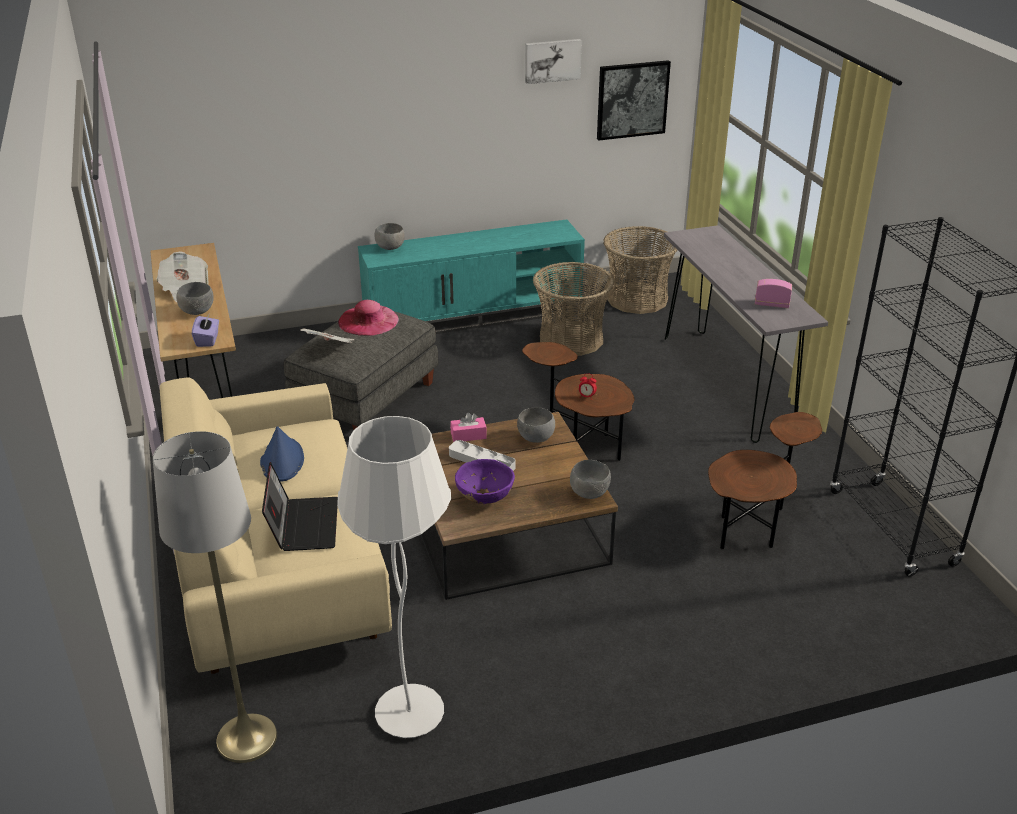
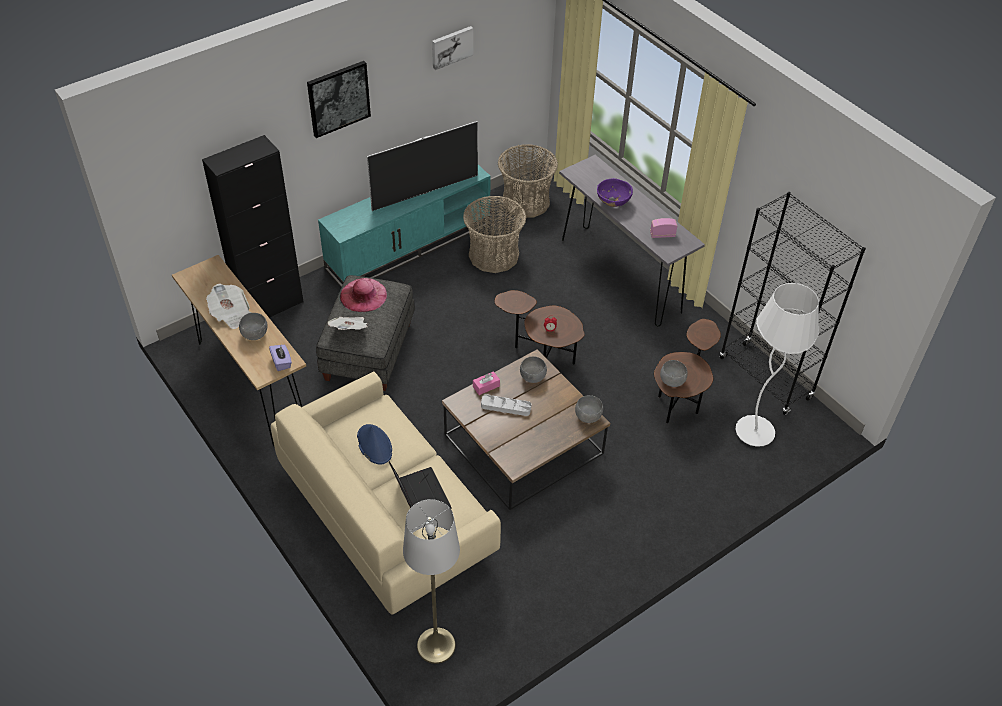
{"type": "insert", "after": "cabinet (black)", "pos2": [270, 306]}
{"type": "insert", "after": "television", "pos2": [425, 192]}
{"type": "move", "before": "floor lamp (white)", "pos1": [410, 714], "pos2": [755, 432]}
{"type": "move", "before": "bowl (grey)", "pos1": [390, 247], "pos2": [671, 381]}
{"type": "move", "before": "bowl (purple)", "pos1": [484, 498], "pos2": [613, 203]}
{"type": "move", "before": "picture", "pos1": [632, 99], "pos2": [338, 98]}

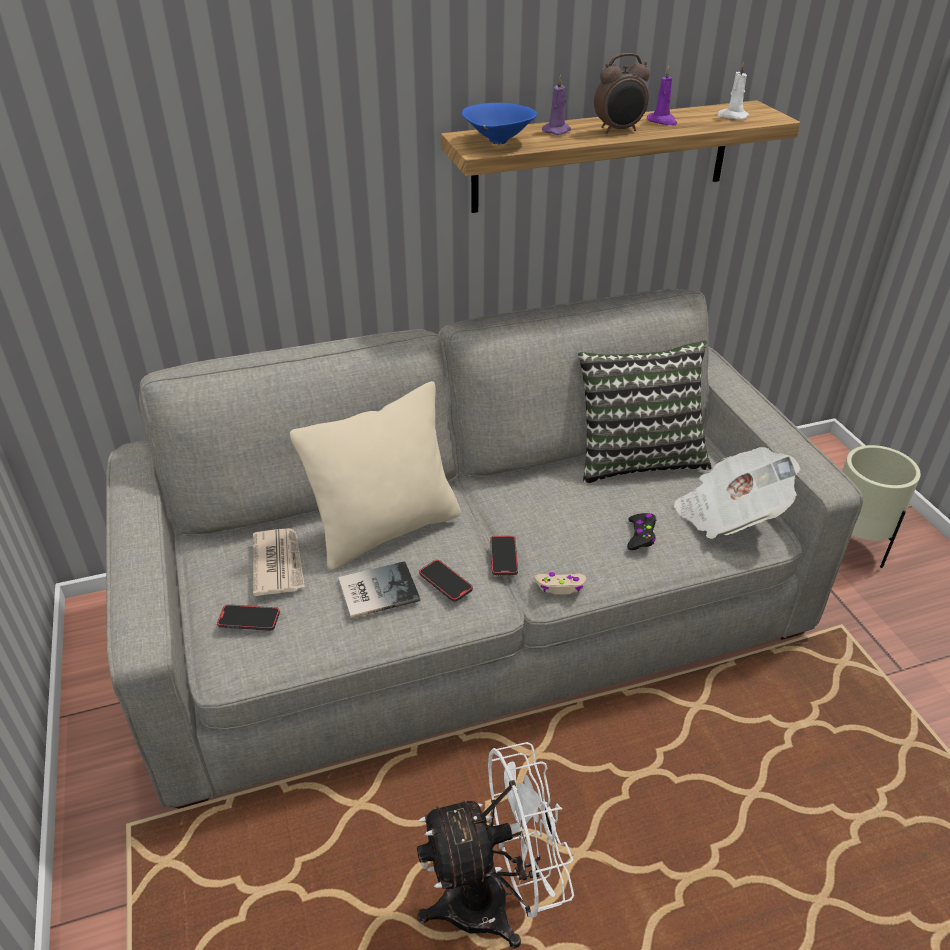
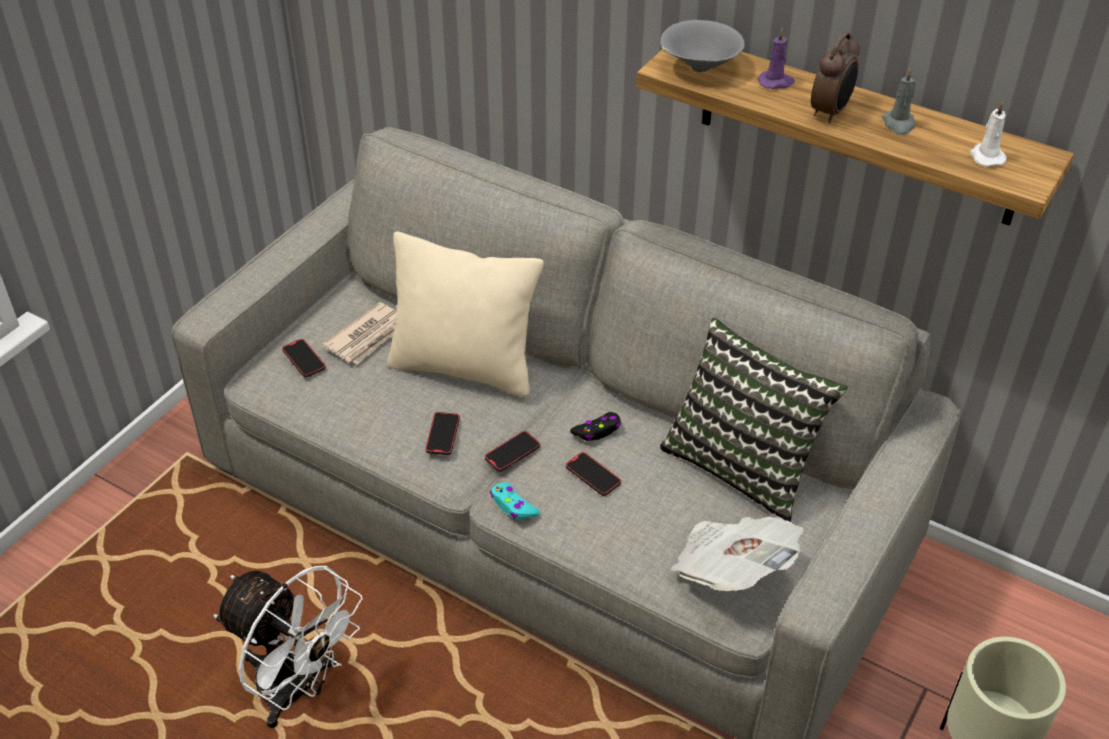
{"type": "delete", "before": "book", "pos1": [376, 589]}
{"type": "insert", "after": "phone", "pos2": [593, 475]}
{"type": "move", "before": "game controller (black)", "pos1": [641, 535], "pos2": [597, 431]}
{"type": "recolor", "before": "bowl (blue)", "after": "bowl (grey)", "pos1": [497, 142], "pos2": [698, 68]}
{"type": "recolor", "before": "game controller (beige)", "after": "game controller (turquoise)", "pos1": [560, 587], "pos2": [513, 506]}
{"type": "recolor", "before": "candle (purple)", "after": "candle (grey)", "pos1": [662, 121], "pos2": [898, 124]}
{"type": "rotate", "before": "alarm clock", "pos1": [619, 130], "pos2": [830, 112], "turn": -90}

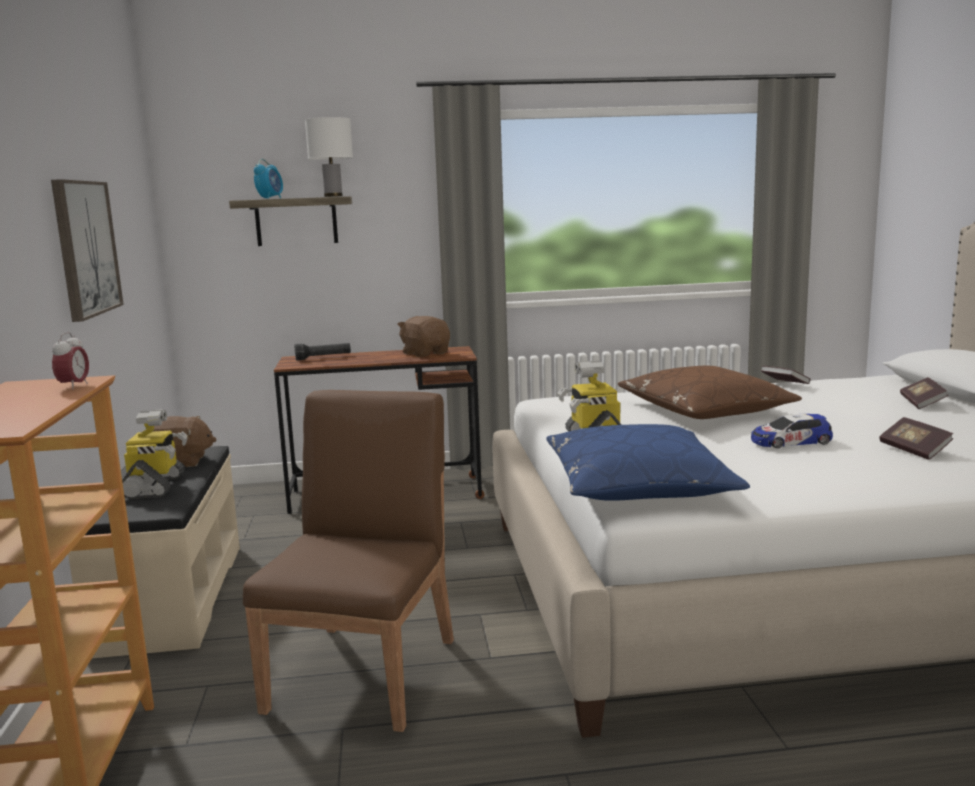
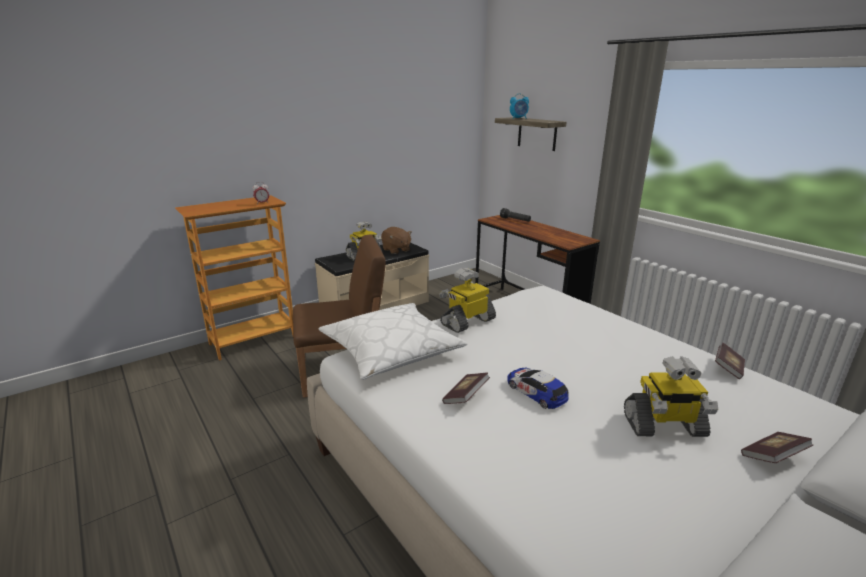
{"type": "delete", "before": "picture", "pos1": [85, 248]}
{"type": "delete", "before": "table lamp (white)", "pos1": [333, 196]}
{"type": "delete", "before": "plush toy (brown)", "pos1": [425, 353]}
{"type": "delete", "before": "pillow (brown)", "pos1": [704, 410]}
{"type": "insert", "after": "toy robot", "pos2": [663, 426]}
{"type": "move", "before": "book", "pos1": [914, 450], "pos2": [465, 397]}
{"type": "recolor", "before": "pillow (blue)", "after": "pillow (white)", "pos1": [638, 485], "pos2": [391, 351]}

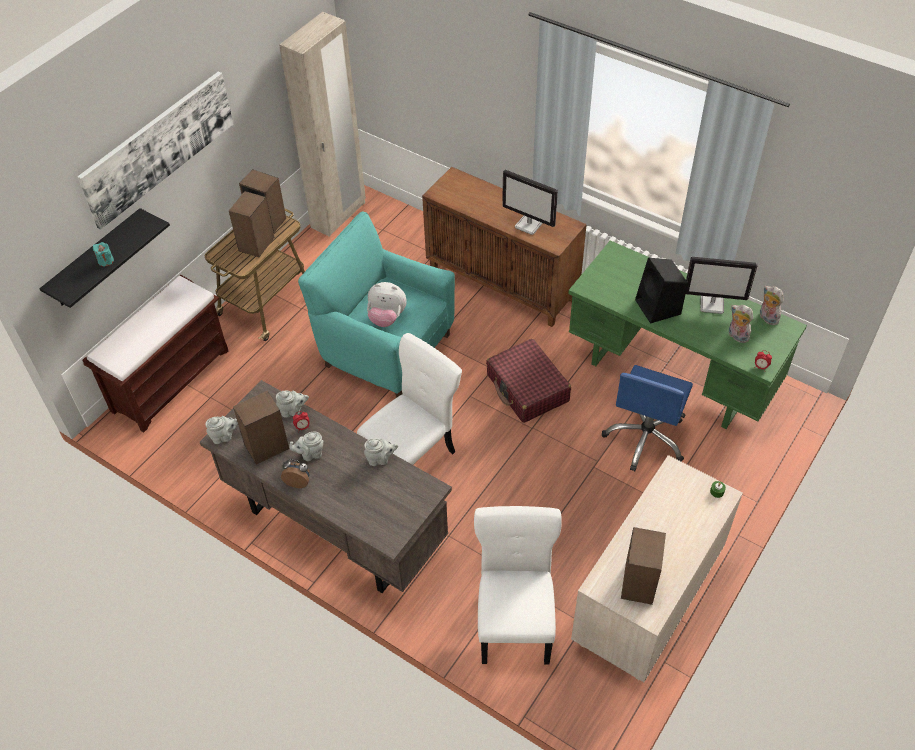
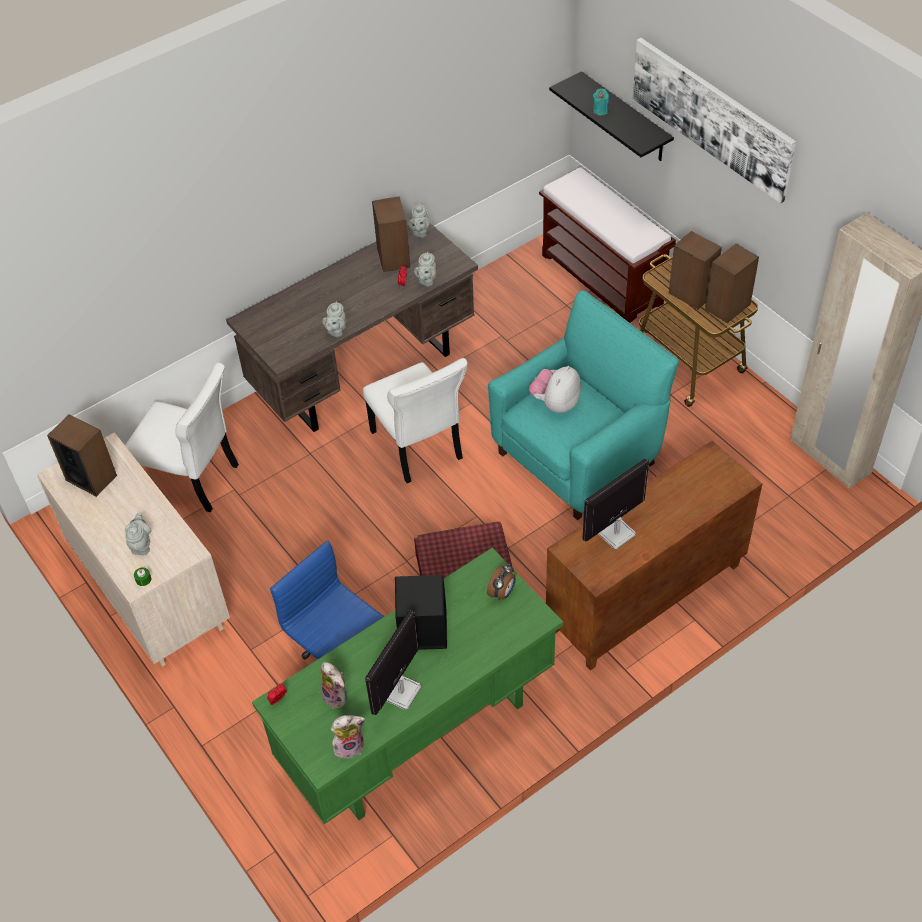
{"type": "move", "before": "alarm clock", "pos1": [298, 481], "pos2": [502, 593]}
{"type": "move", "before": "teapot (grey)", "pos1": [310, 454], "pos2": [141, 545]}
{"type": "rotate", "before": "plush toy", "pos1": [736, 336], "pos2": [337, 696], "turn": 75}

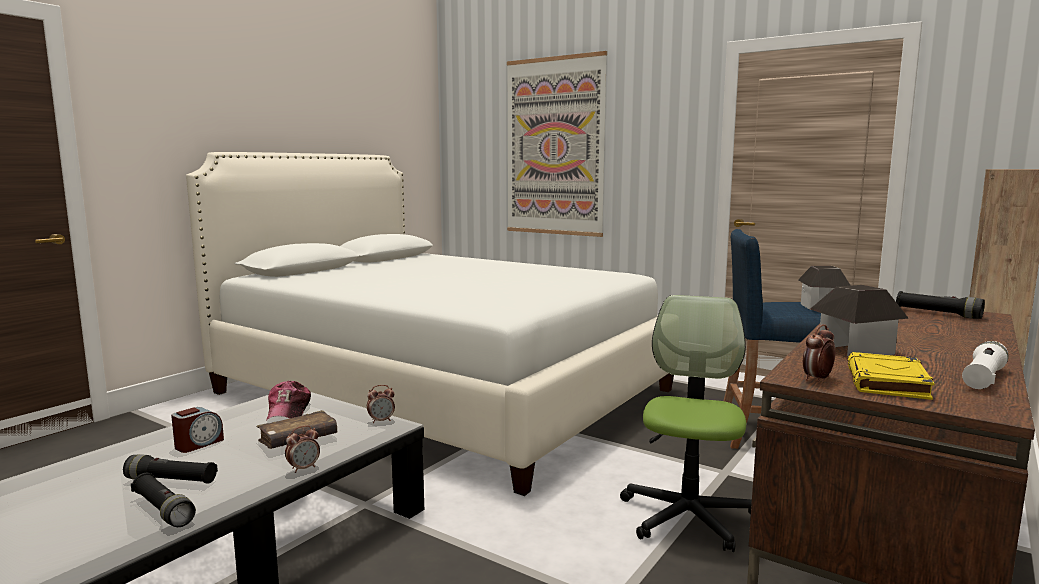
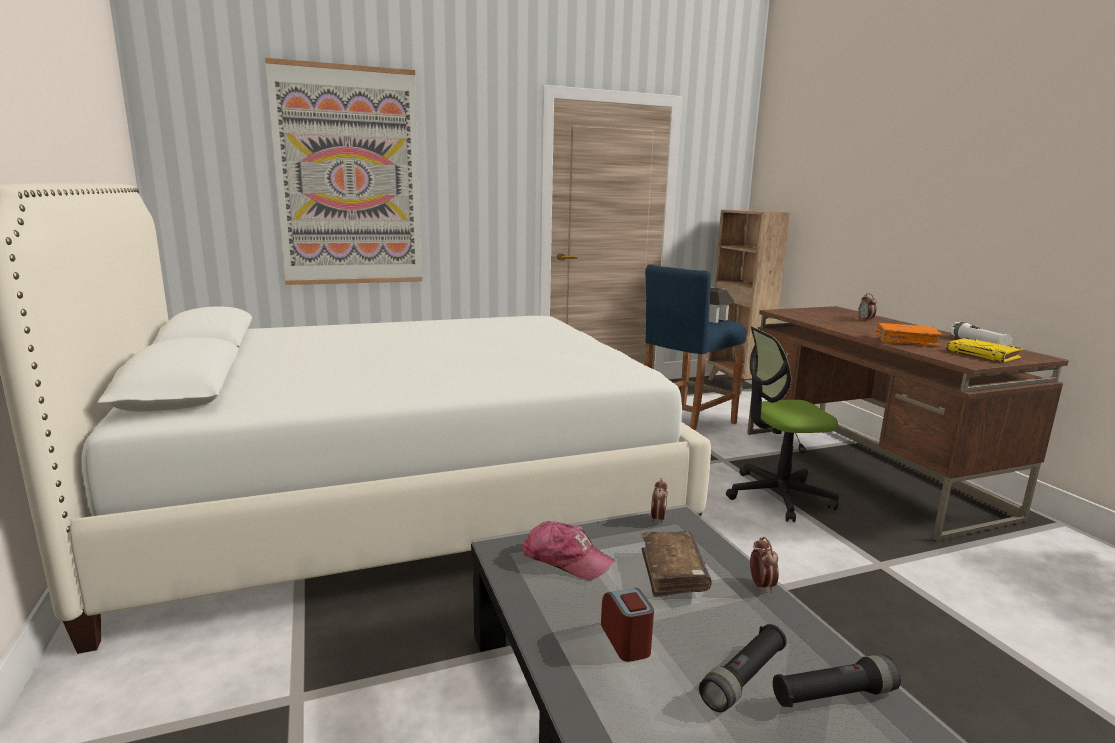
{"type": "delete", "before": "flashlight (black)", "pos1": [937, 313]}
{"type": "move", "before": "alarm clock", "pos1": [817, 379], "pos2": [865, 320]}
{"type": "replace", "before": "toy house", "after": "book (orange)", "pos1": [854, 349], "pos2": [906, 341]}
{"type": "rotate", "before": "office chair", "pos1": [688, 517], "pos2": [778, 496], "turn": -60}

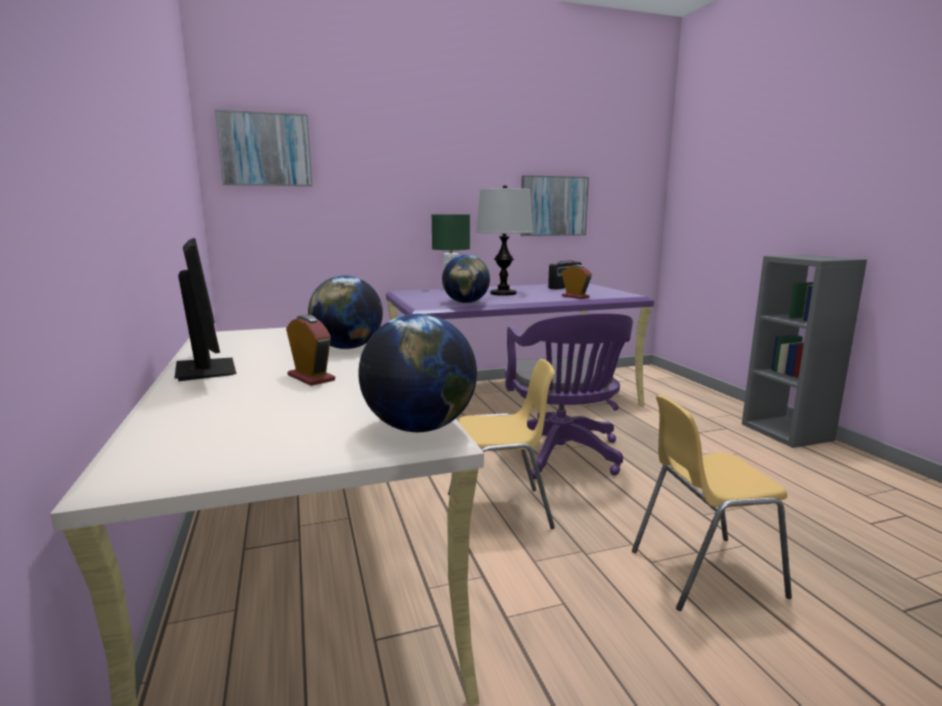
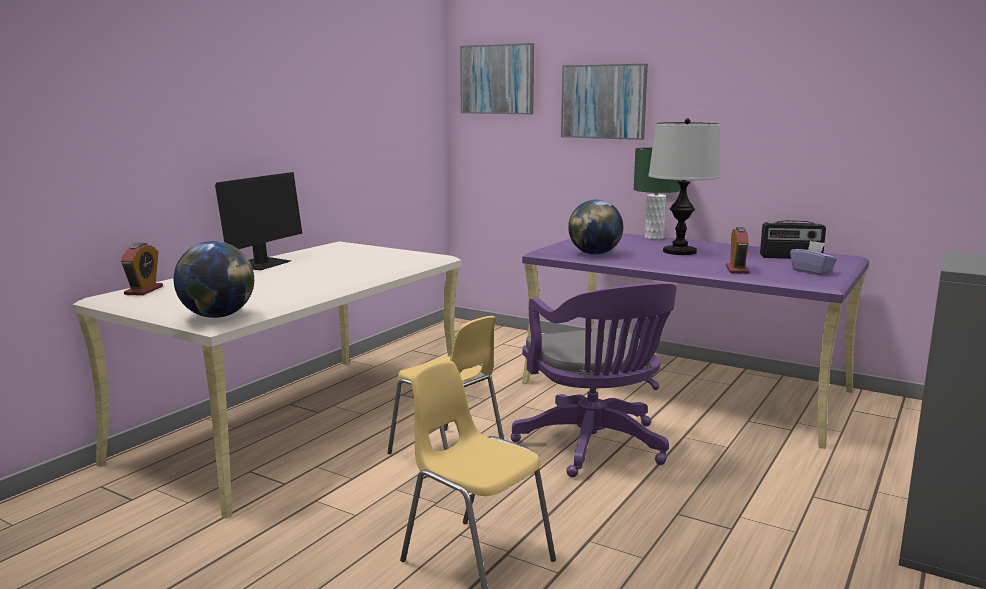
{"type": "delete", "before": "globe", "pos1": [347, 348]}
{"type": "insert", "after": "tissue box (purple)", "pos2": [812, 271]}
{"type": "move", "before": "alarm clock", "pos1": [311, 378], "pos2": [144, 290]}
{"type": "move", "before": "picture", "pos1": [553, 206], "pos2": [604, 101]}
{"type": "rotate", "before": "office chair (purple)", "pos1": [562, 456], "pos2": [595, 447], "turn": -60}

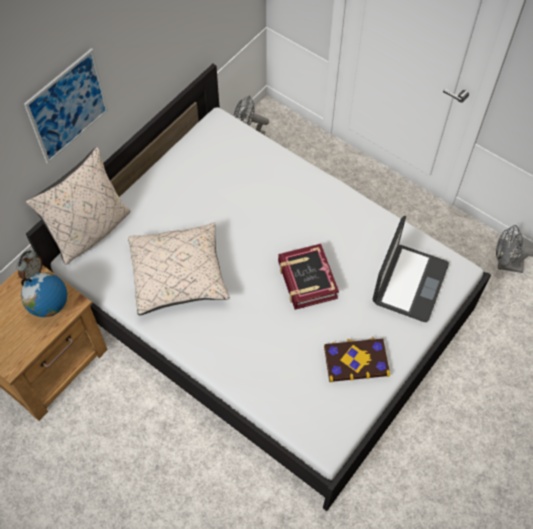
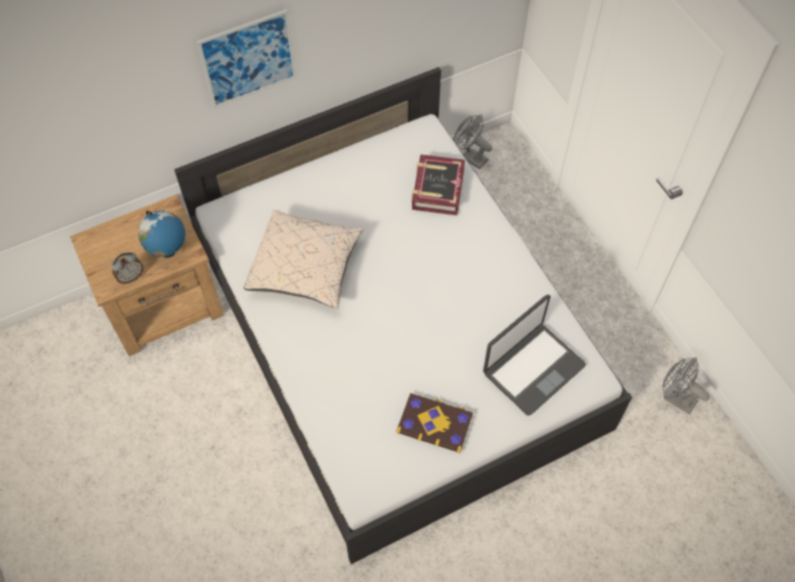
{"type": "delete", "before": "pillow (beige)", "pos1": [90, 231]}
{"type": "move", "before": "alarm clock", "pos1": [33, 274], "pos2": [131, 276]}
{"type": "move", "before": "book", "pos1": [306, 280], "pos2": [437, 189]}

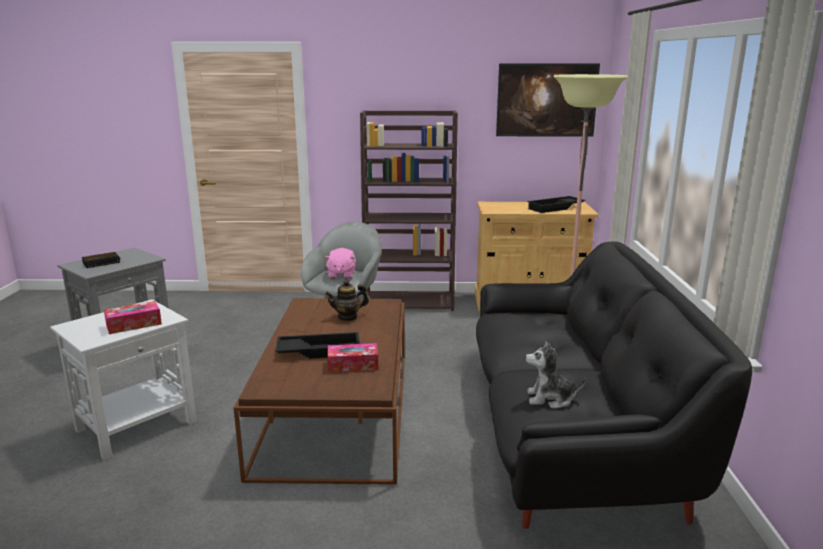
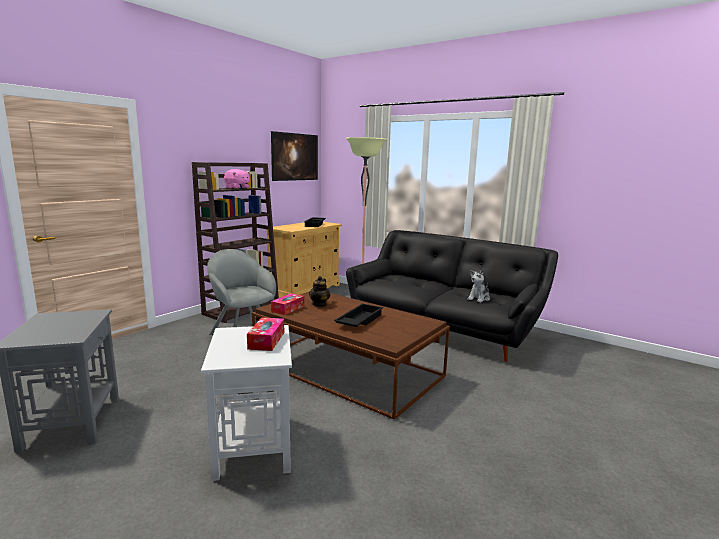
{"type": "delete", "before": "alarm clock", "pos1": [102, 262]}
{"type": "move", "before": "plush toy (pink)", "pos1": [341, 275], "pos2": [237, 188]}
{"type": "move", "before": "tissue box", "pos1": [353, 365], "pos2": [288, 309]}

